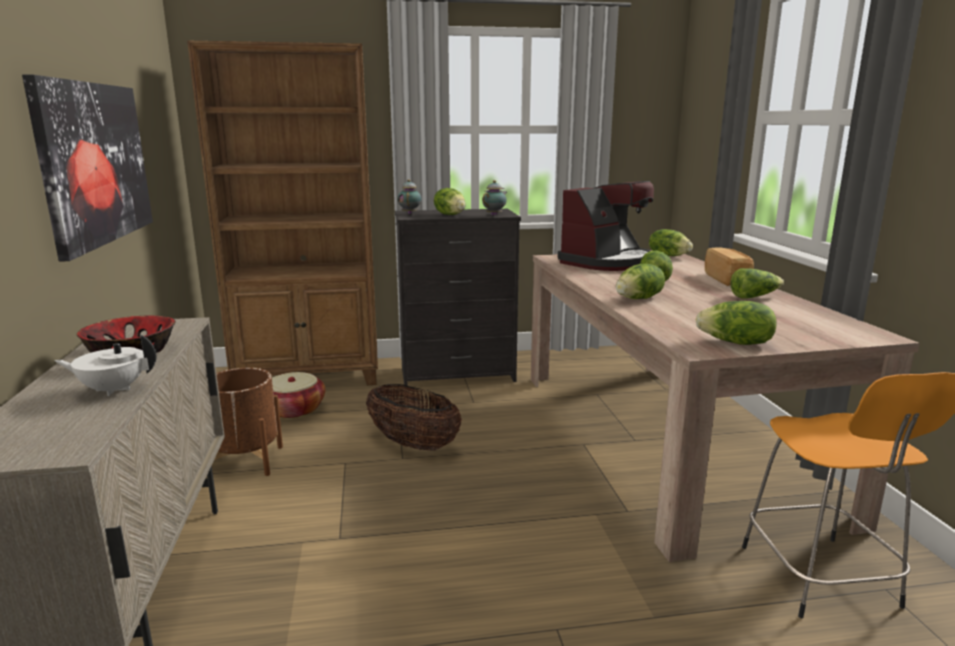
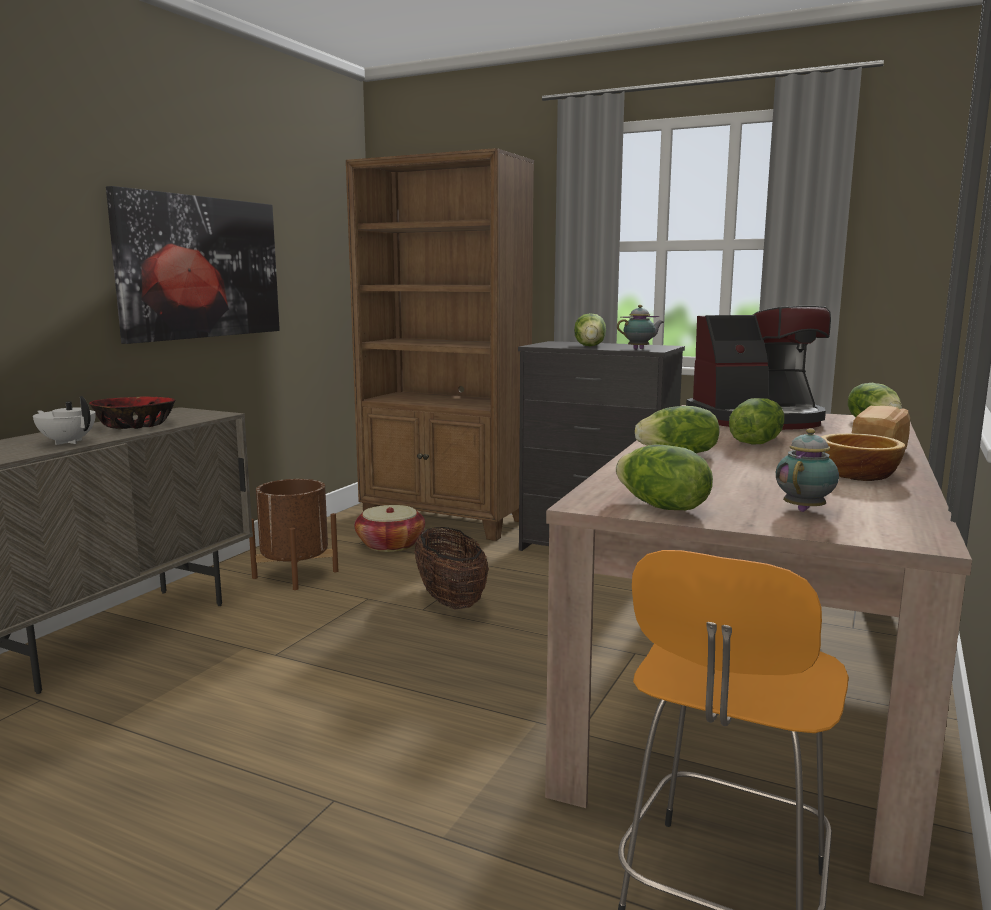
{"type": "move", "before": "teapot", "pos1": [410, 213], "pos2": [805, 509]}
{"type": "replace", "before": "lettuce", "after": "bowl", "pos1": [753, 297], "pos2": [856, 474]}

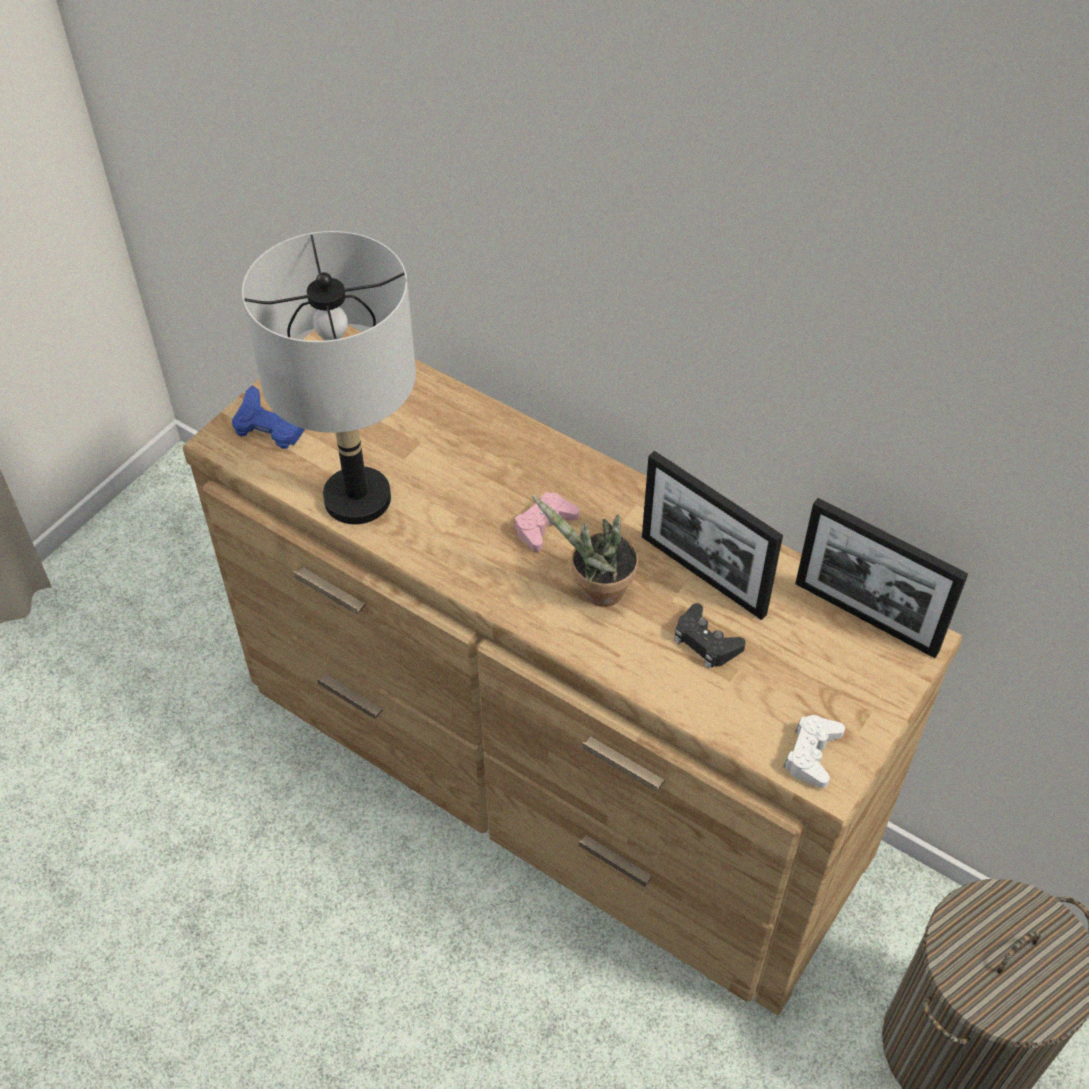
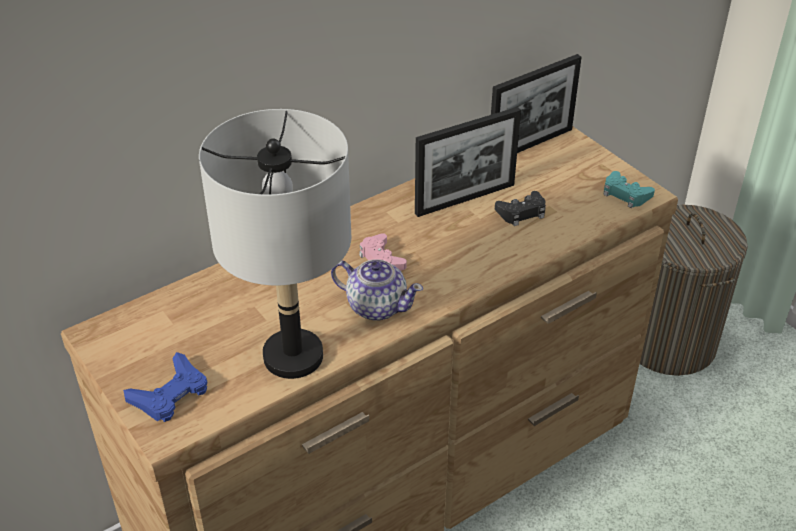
{"type": "delete", "before": "potted plant", "pos1": [596, 592]}
{"type": "insert", "after": "teapot", "pos2": [376, 306]}
{"type": "recolor", "before": "game controller (white)", "after": "game controller (turquoise)", "pos1": [812, 754], "pos2": [625, 194]}

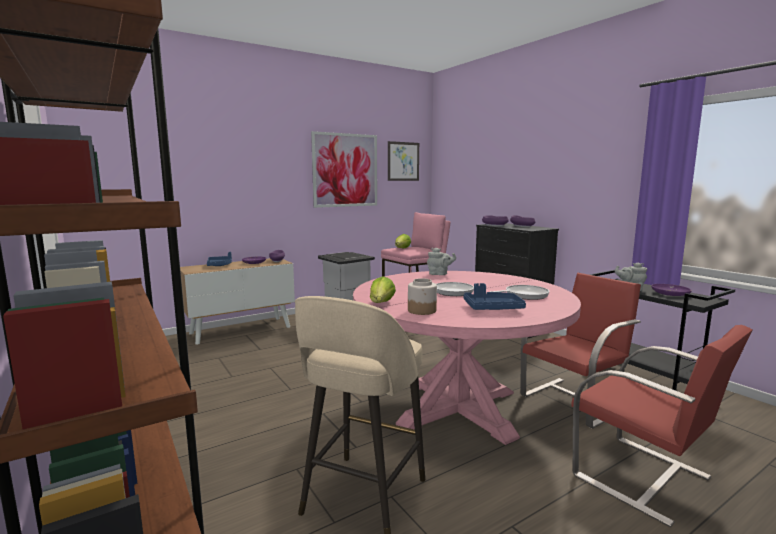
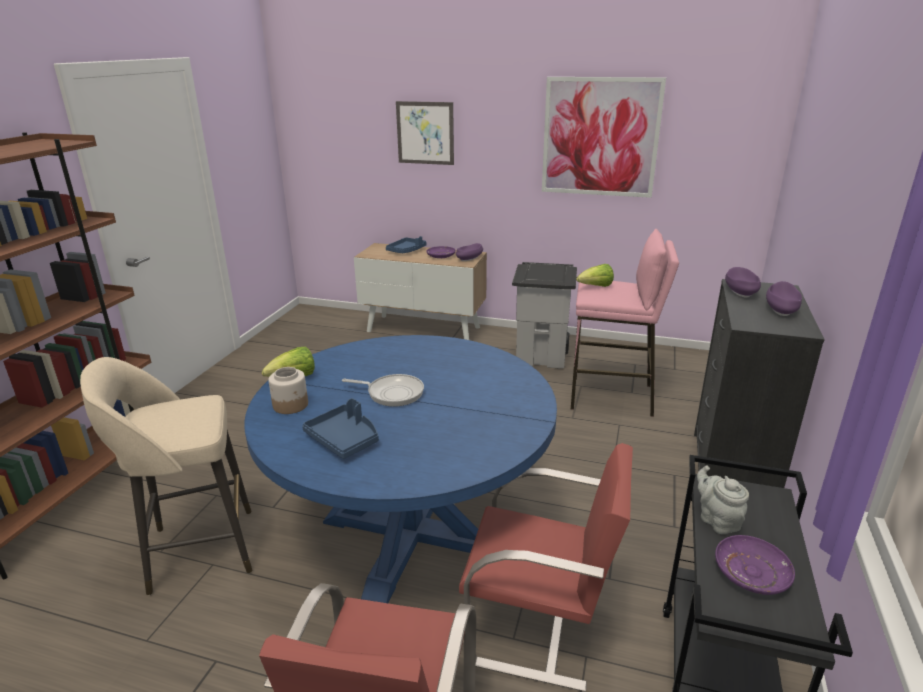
{"type": "delete", "before": "teapot (grey)", "pos1": [439, 274]}
{"type": "delete", "before": "frying pan", "pos1": [524, 295]}
{"type": "move", "before": "picture", "pos1": [403, 161], "pos2": [425, 133]}
{"type": "recolor", "before": "dining table (pink)", "after": "dining table (blue)", "pos1": [458, 408], "pos2": [410, 533]}

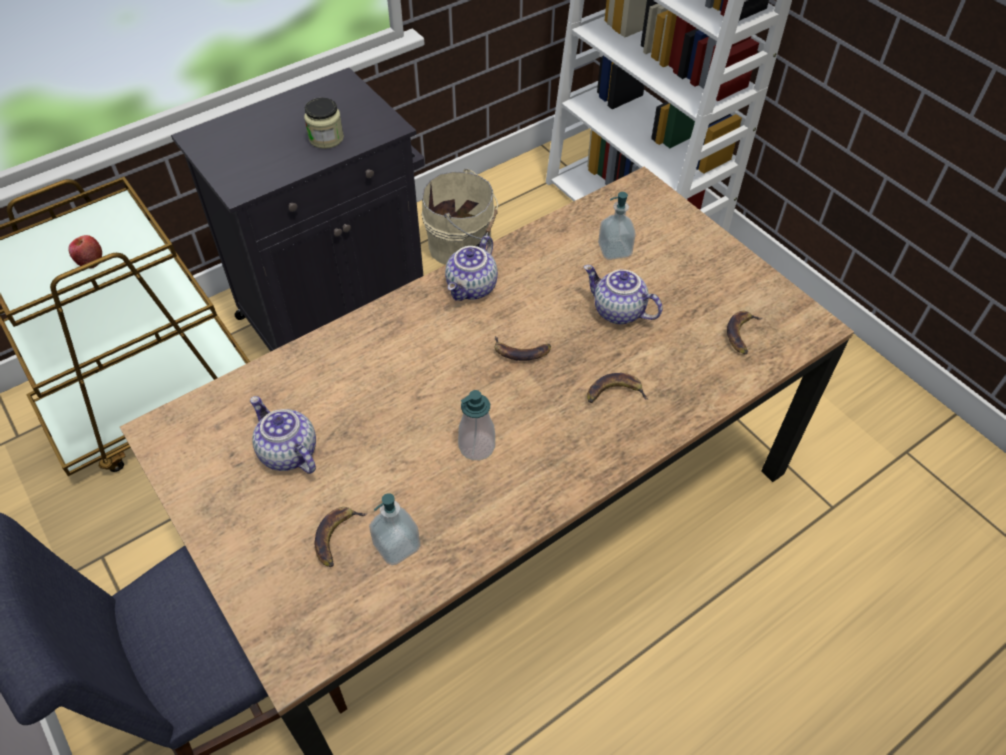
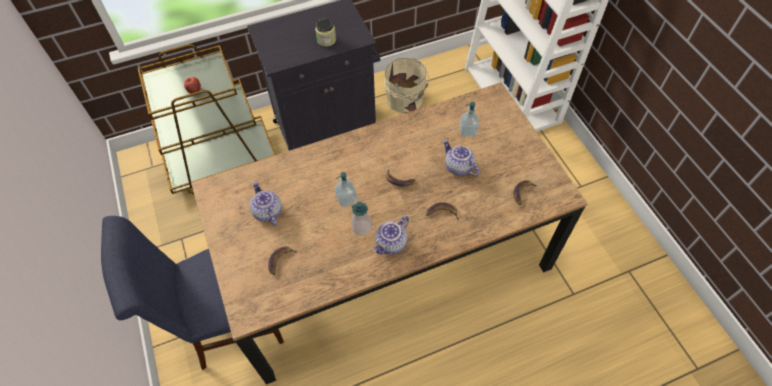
{"type": "move", "before": "soap dispenser", "pos1": [397, 545], "pos2": [346, 199]}
{"type": "move", "before": "teapot", "pos1": [472, 288], "pos2": [391, 244]}

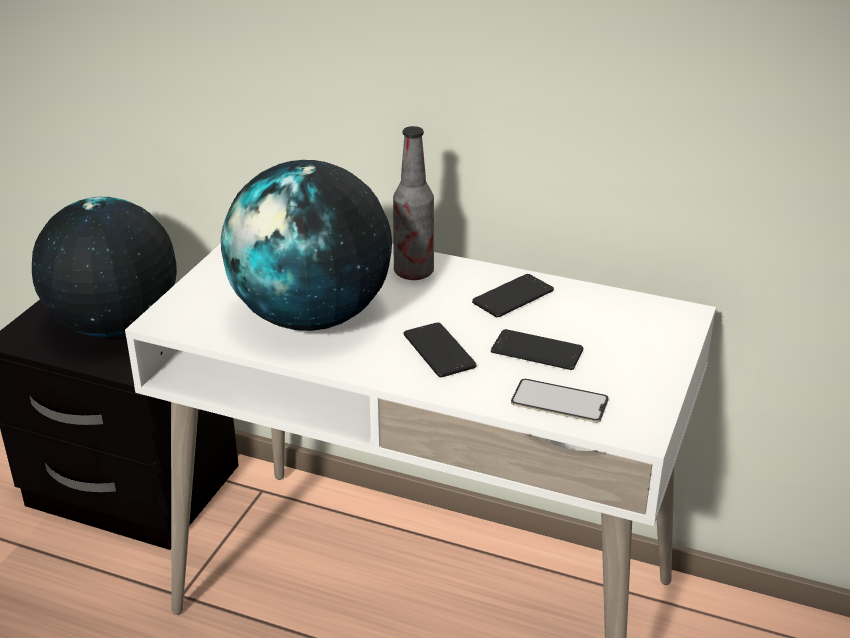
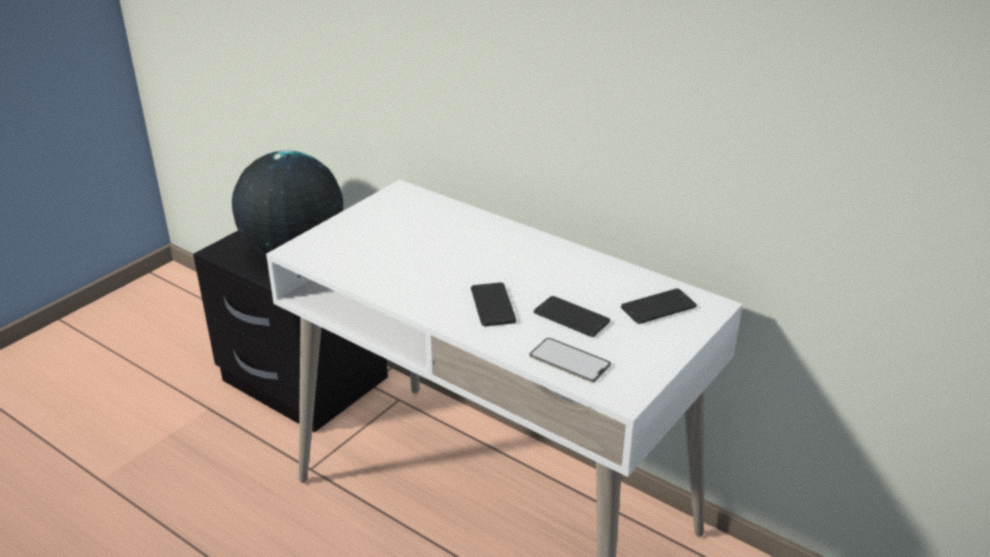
{"type": "delete", "before": "globe", "pos1": [312, 317]}
{"type": "delete", "before": "bottle", "pos1": [413, 272]}
{"type": "move", "before": "phone", "pos1": [513, 297], "pos2": [658, 307]}

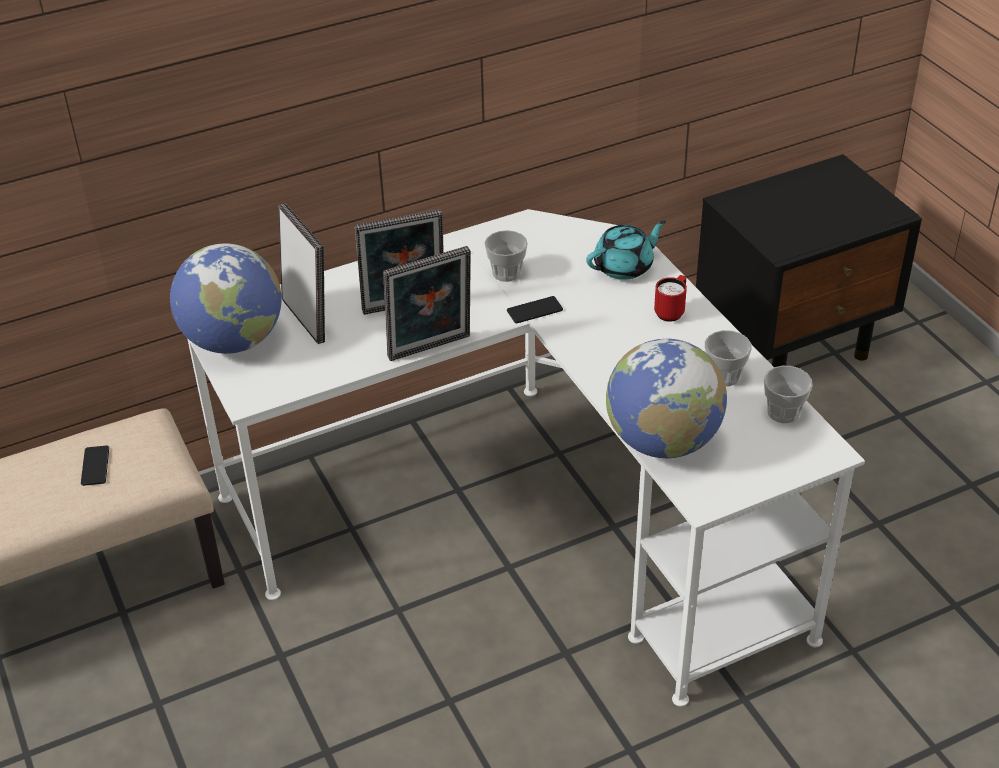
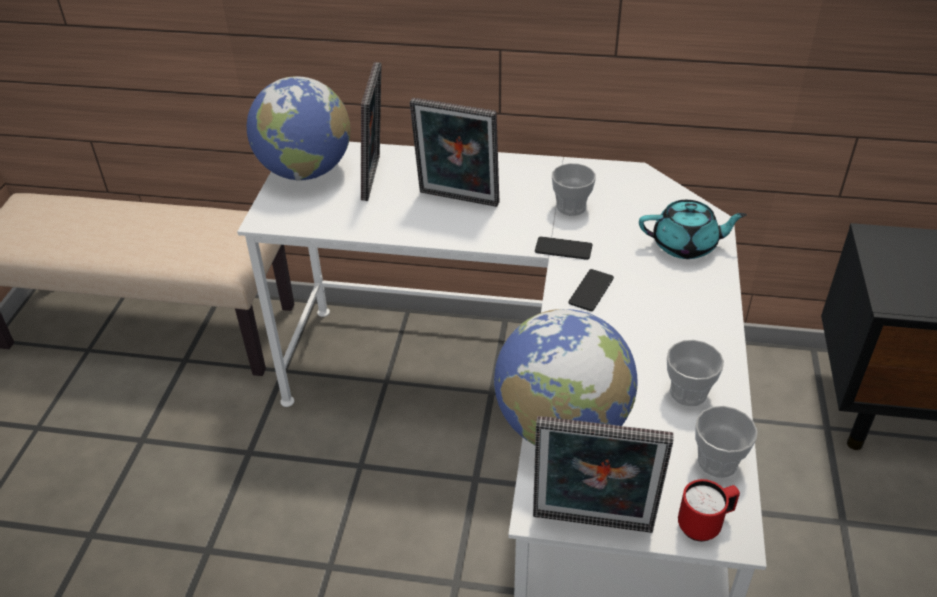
{"type": "move", "before": "phone", "pos1": [95, 466], "pos2": [591, 291]}
{"type": "move", "before": "picture frame", "pos1": [431, 350], "pos2": [591, 527]}
{"type": "move", "before": "mug (red)", "pos1": [671, 311], "pos2": [705, 524]}

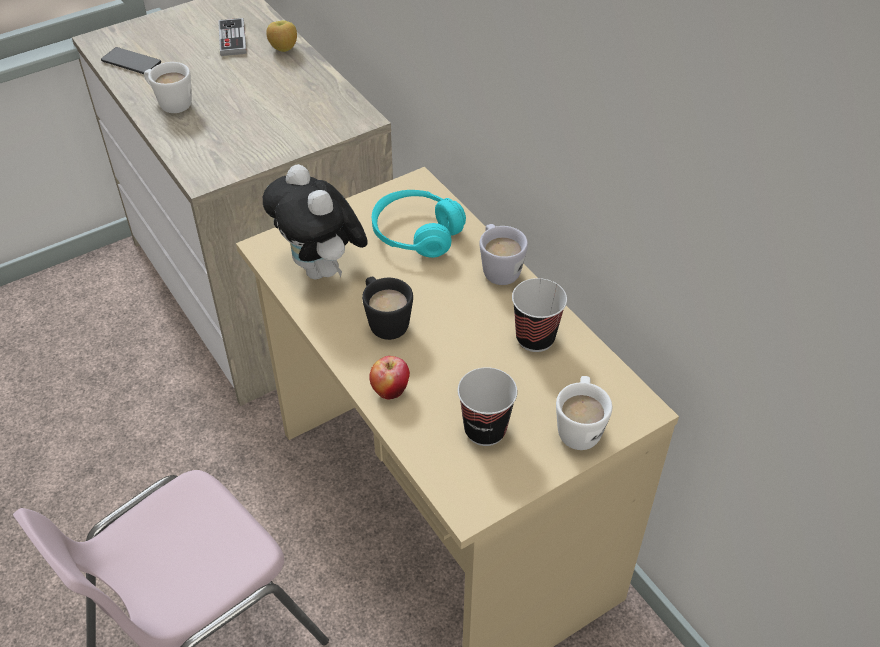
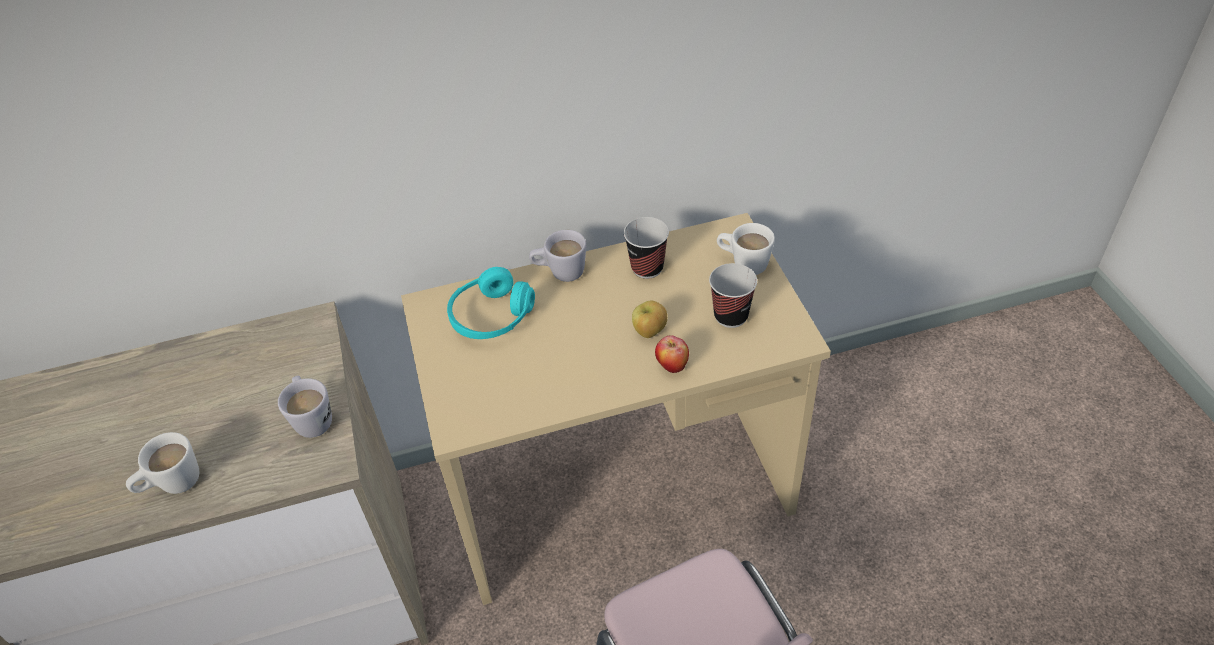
{"type": "delete", "before": "phone", "pos1": [131, 62]}
{"type": "delete", "before": "game controller", "pos1": [232, 39]}
{"type": "delete", "before": "plush toy", "pos1": [322, 270]}
{"type": "delete", "before": "mug (black)", "pos1": [385, 322]}
{"type": "insert", "after": "mug (white)", "pos2": [312, 418]}
{"type": "move", "before": "apple", "pos1": [283, 49], "pos2": [649, 332]}

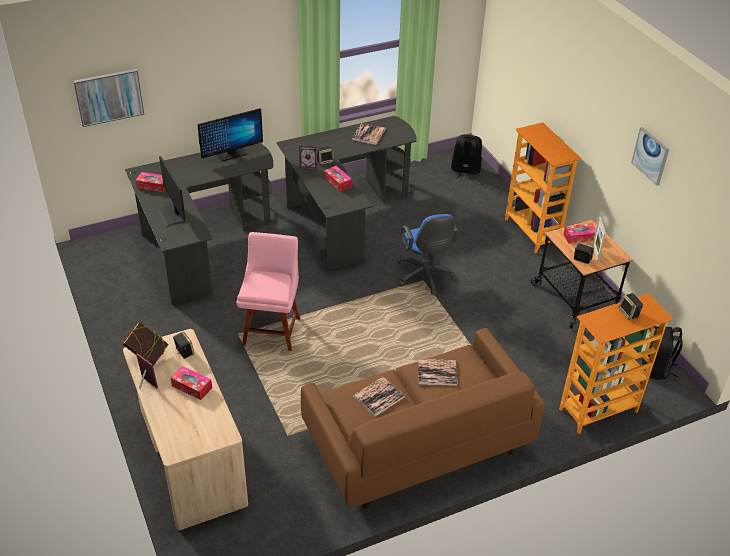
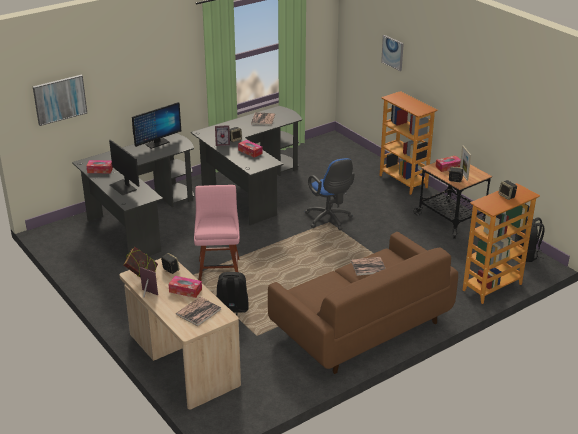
{"type": "move", "before": "book", "pos1": [378, 397], "pos2": [198, 312]}
{"type": "move", "before": "backpack (black)", "pos1": [465, 171], "pos2": [232, 310]}
{"type": "move", "before": "picture", "pos1": [650, 155], "pos2": [393, 52]}

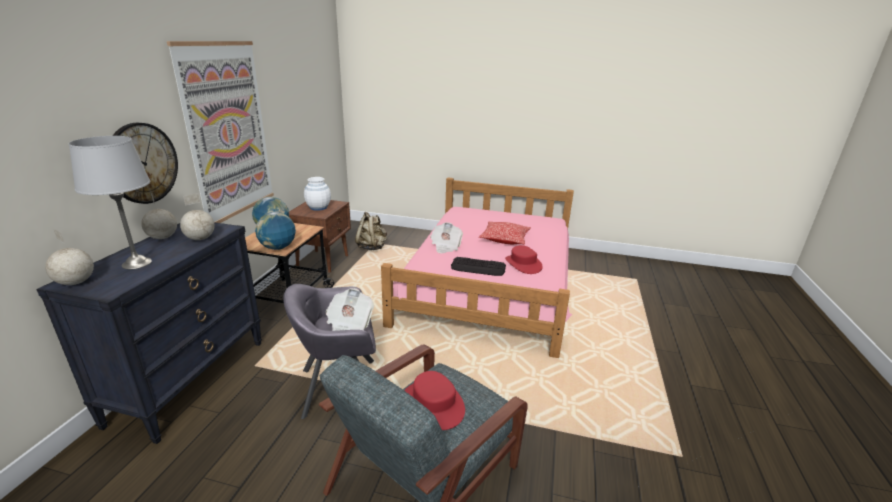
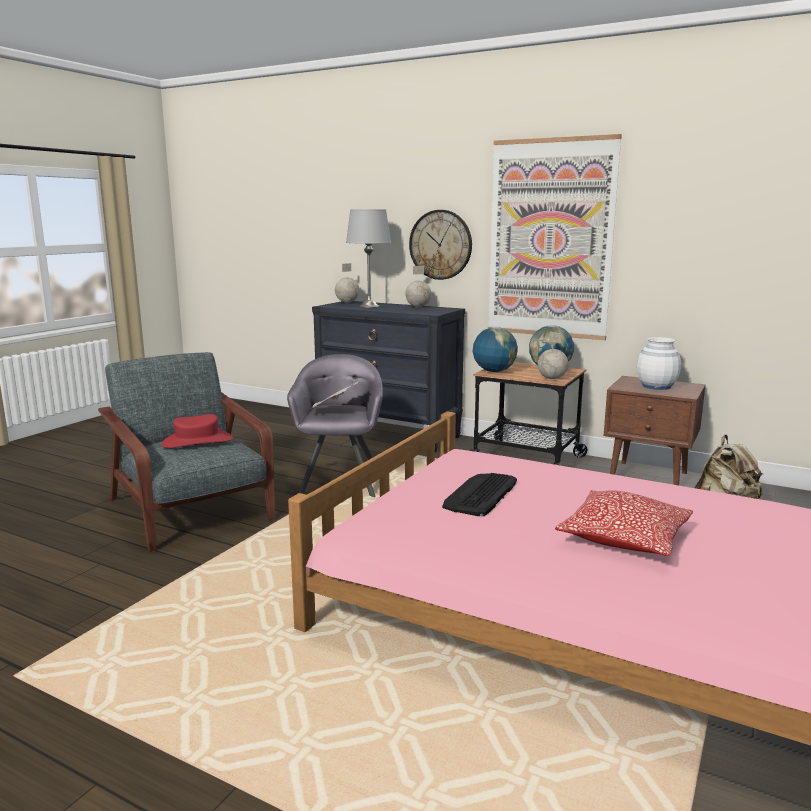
{"type": "delete", "before": "newspaper", "pos1": [445, 246]}
{"type": "delete", "before": "hat (red)", "pos1": [523, 264]}
{"type": "move", "before": "globe", "pos1": [200, 239], "pos2": [552, 378]}

